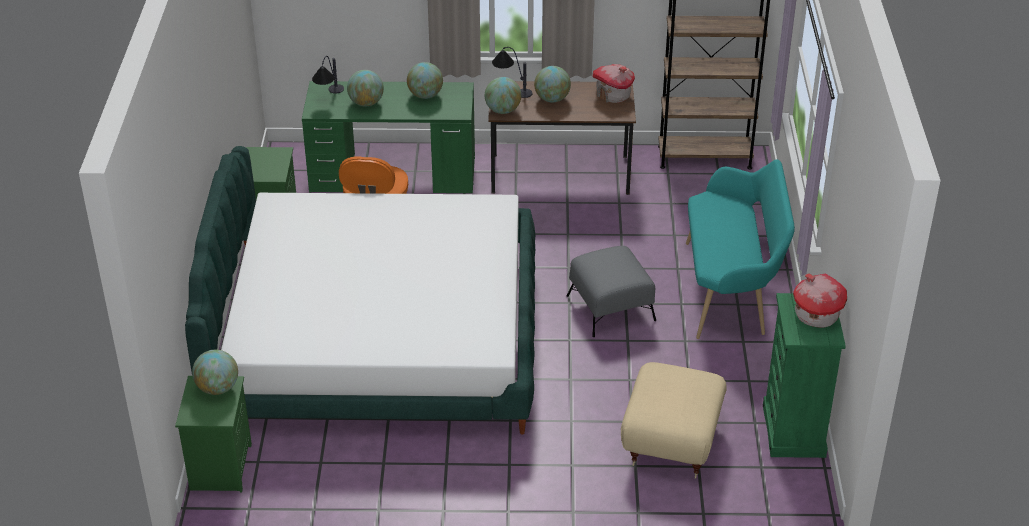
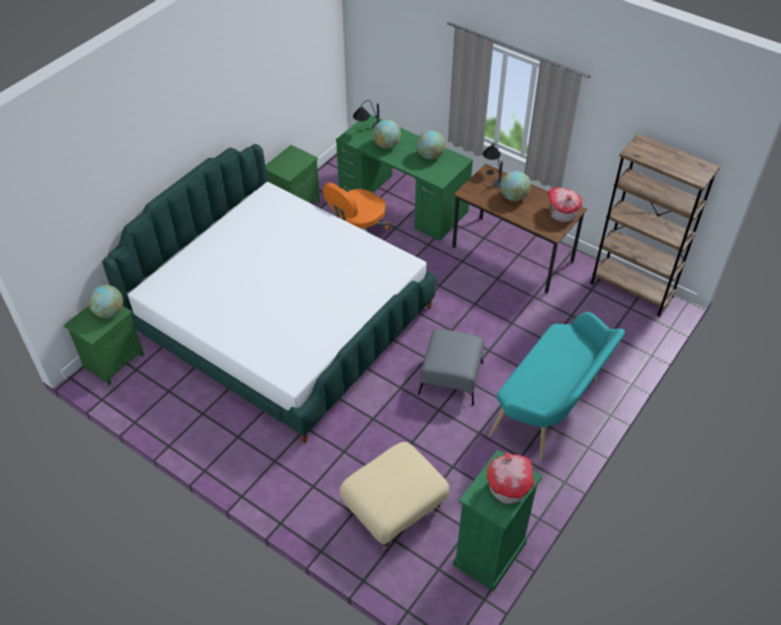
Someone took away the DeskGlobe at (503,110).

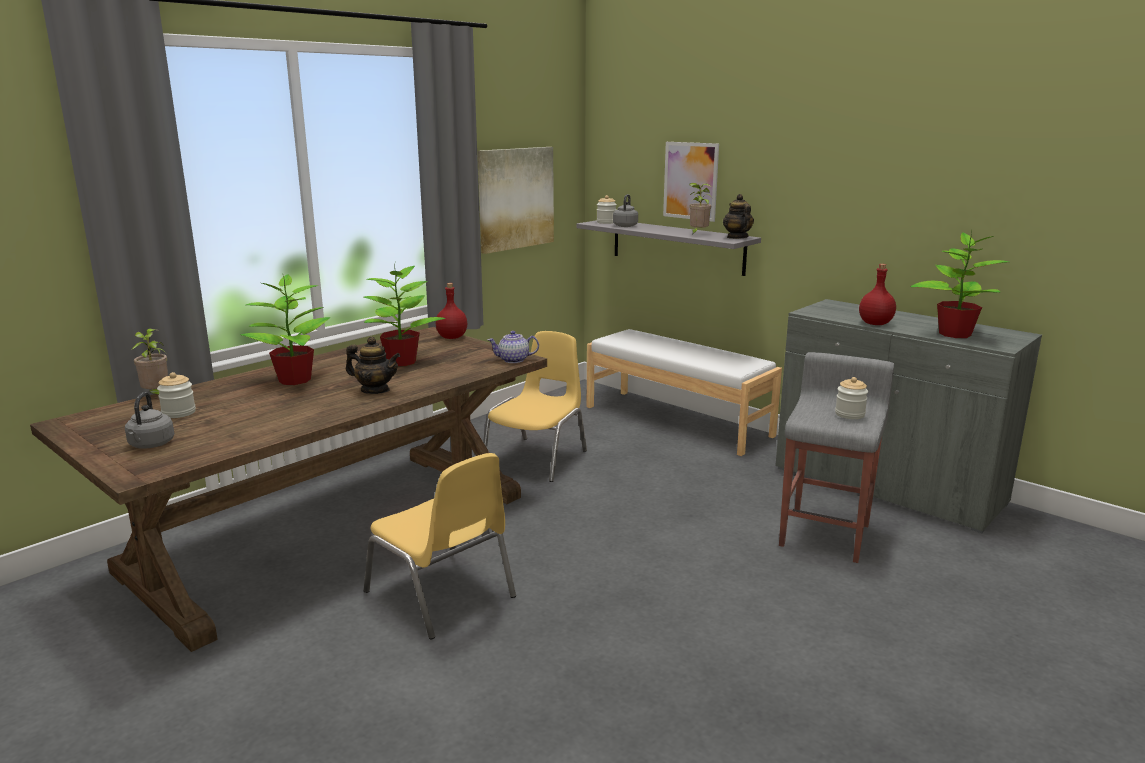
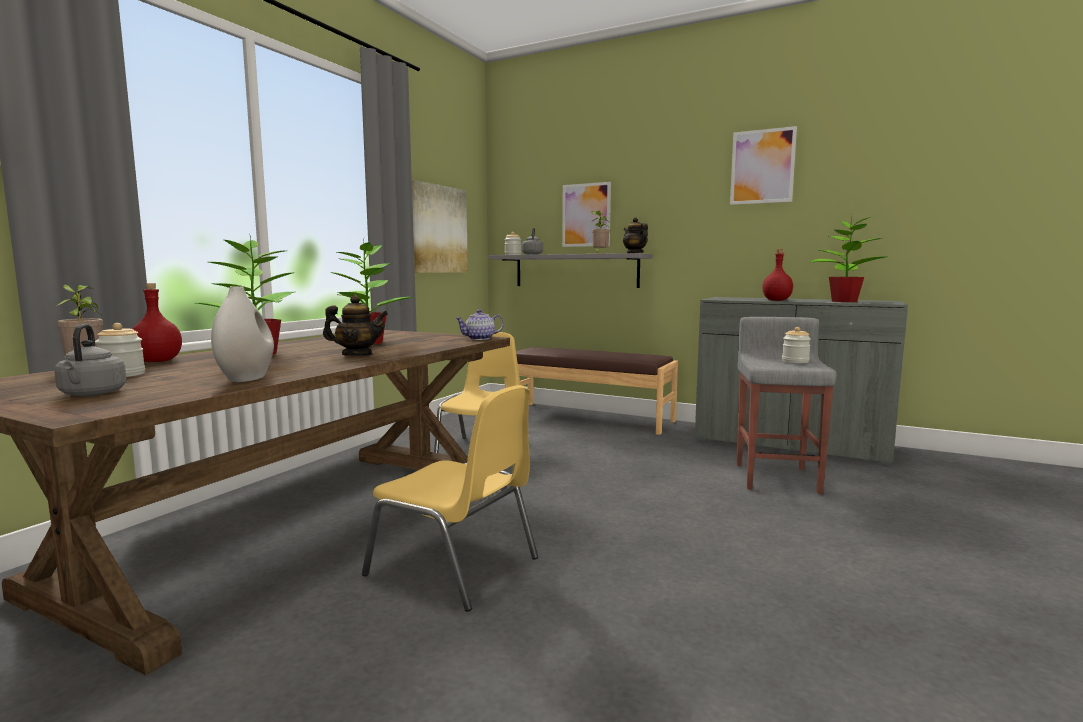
Someone carried the RedColouredBeverageBottle from (452,337) to (159,361).
Someone put down the WhiteDecorativeVase at (246,378).
Someone repainted the WhiteBench at (677,421), which became the BrownishBench at (588,417).
Someone put up the WallPicture at (762,166).

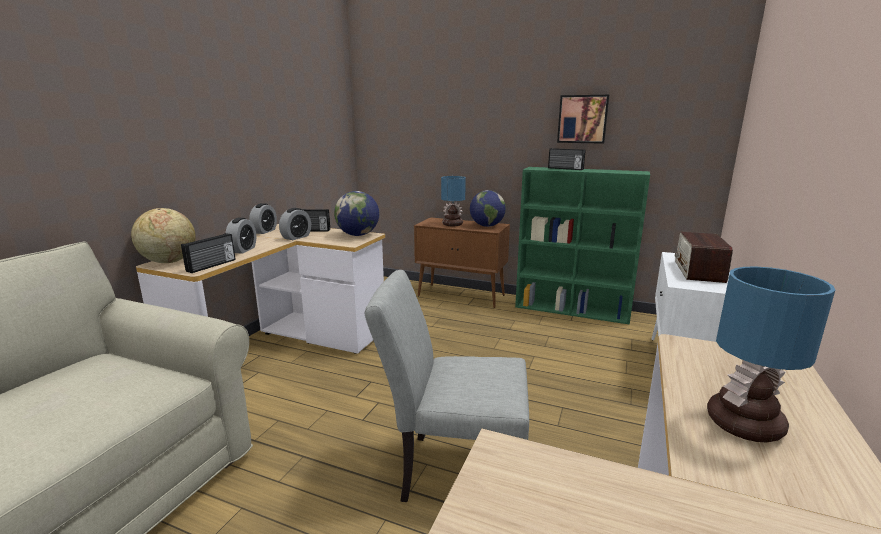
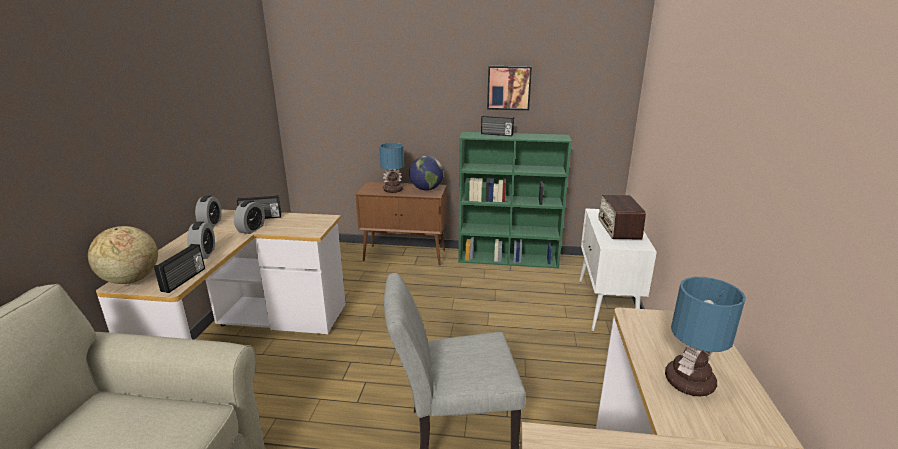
Someone took away the DeskGlobe at (358,235).

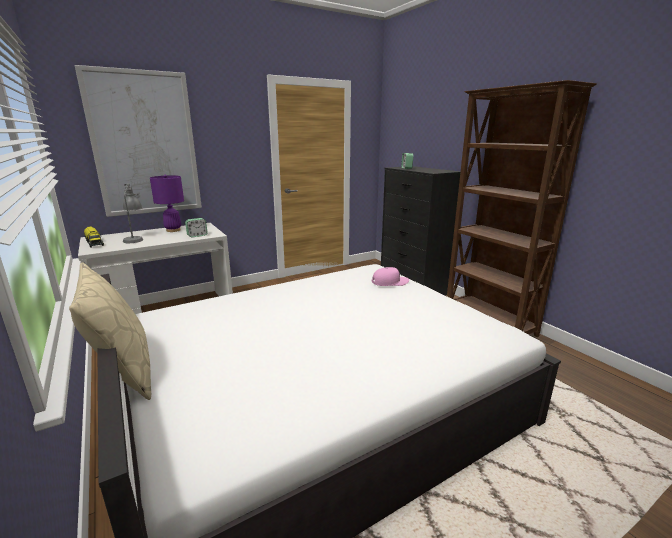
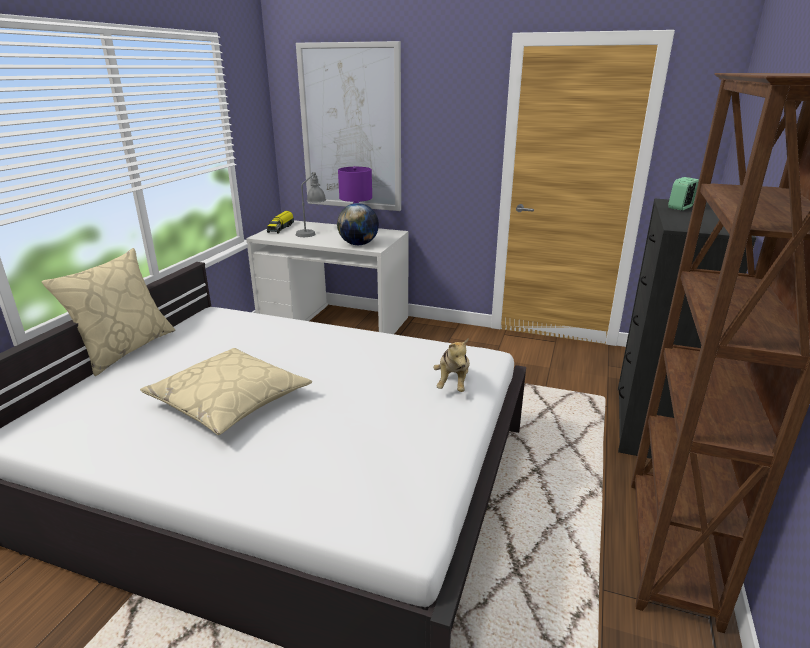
Someone put down the BeigeThrowPillow at (230,401).
Someone swapped the BedsideClock at (197,235) for the DeskGlobe at (358,244).
Someone swapped the PinkColouredCap at (390,282) for the PlushToy at (453,383).

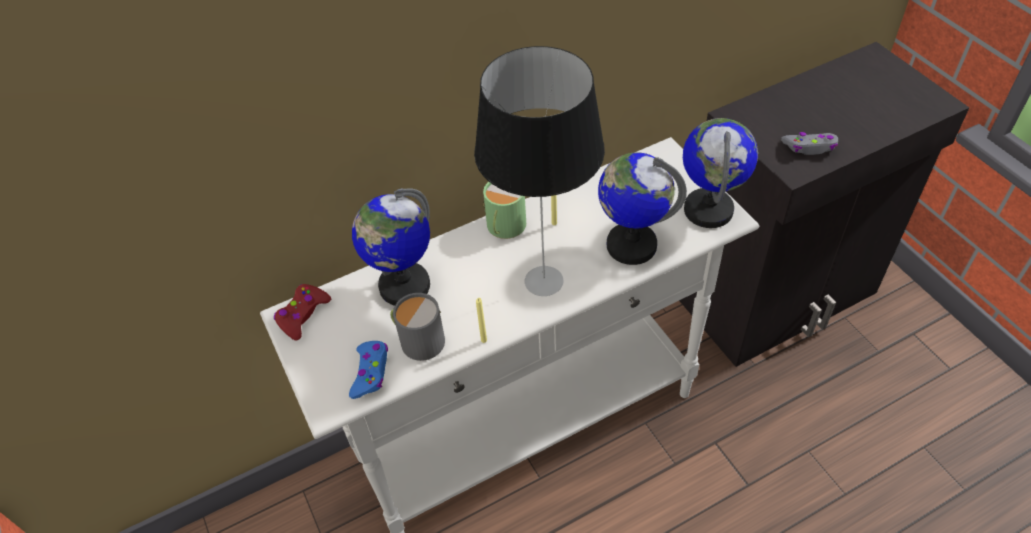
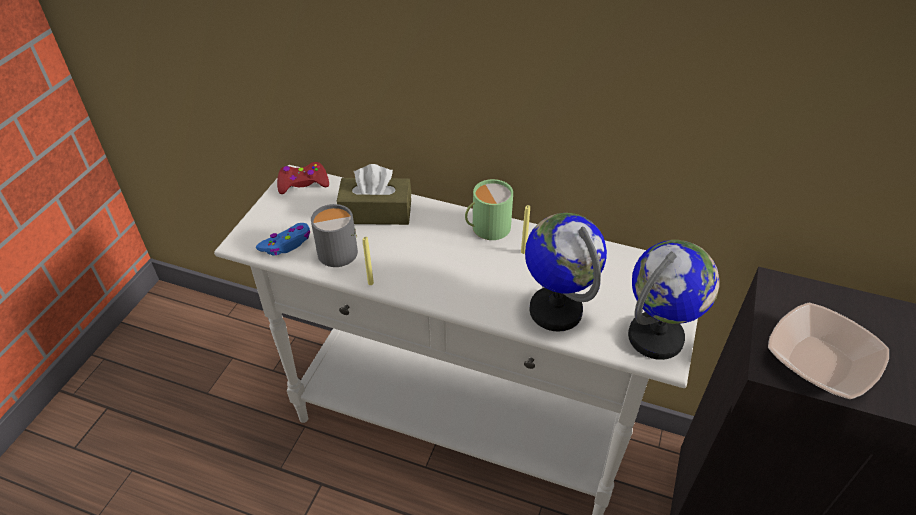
Someone swapped the DeskGlobe at (403,286) for the BrownishBoxOfTissues at (376,212).
Someone swapped the GreyishJoypad at (810,147) for the ServingBowl at (819,362).
Someone took away the TabletopLamp at (545,281).

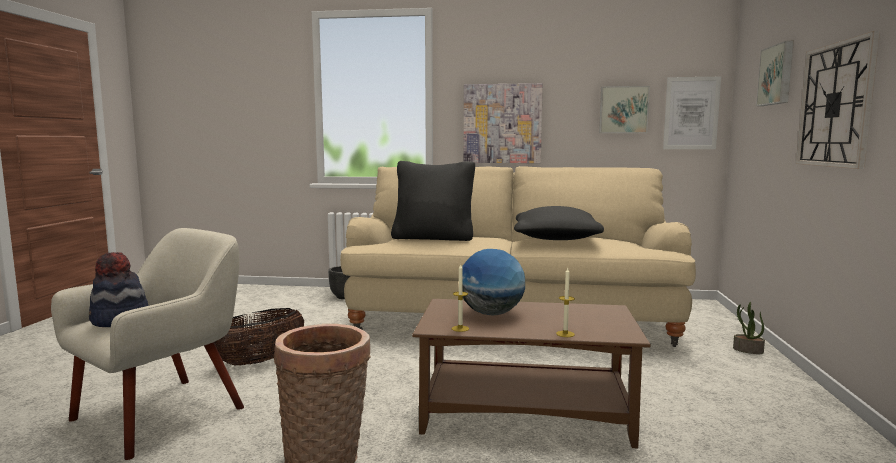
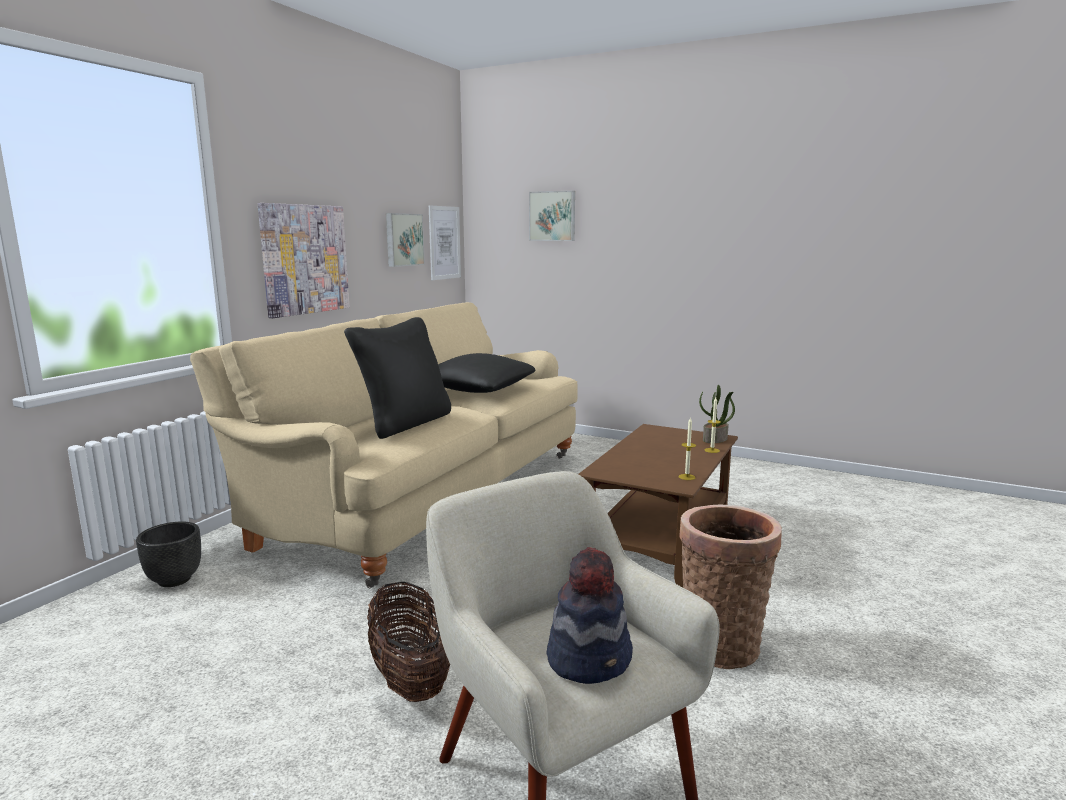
Someone carried the PottedPlant from (747,350) to (715,440).
Someone took away the DeskGlobe at (491,314).
Someone took away the ClockOnTheWall at (835,105).

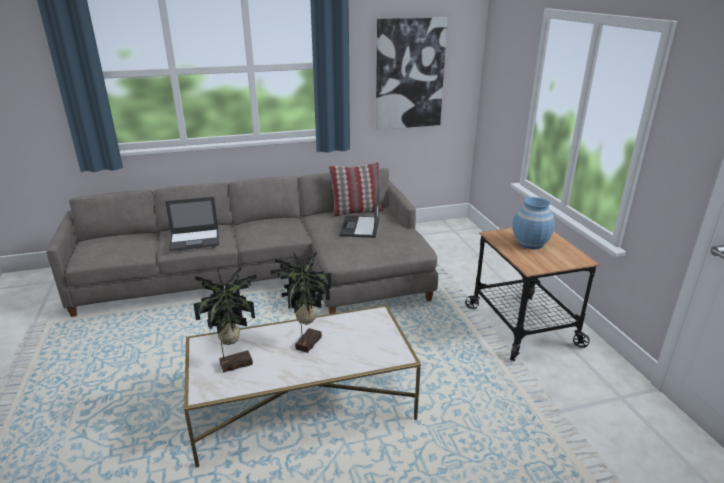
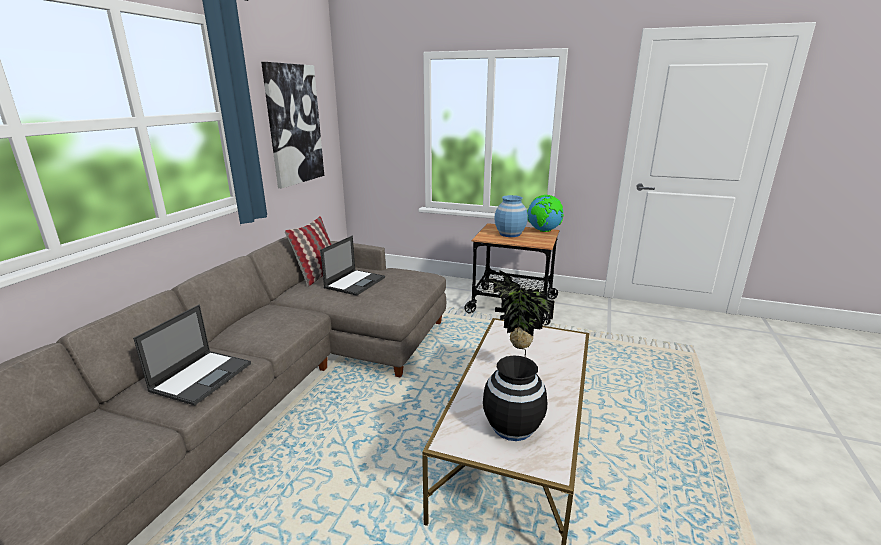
Someone rotated the Laptop at (360,227) by 105 degrees counterclockwise.
Someone swapped the PottedPlant at (235,363) for the BlackishDecorativeVase at (513,427).
Someone put down the DeskGlobe at (543,231).

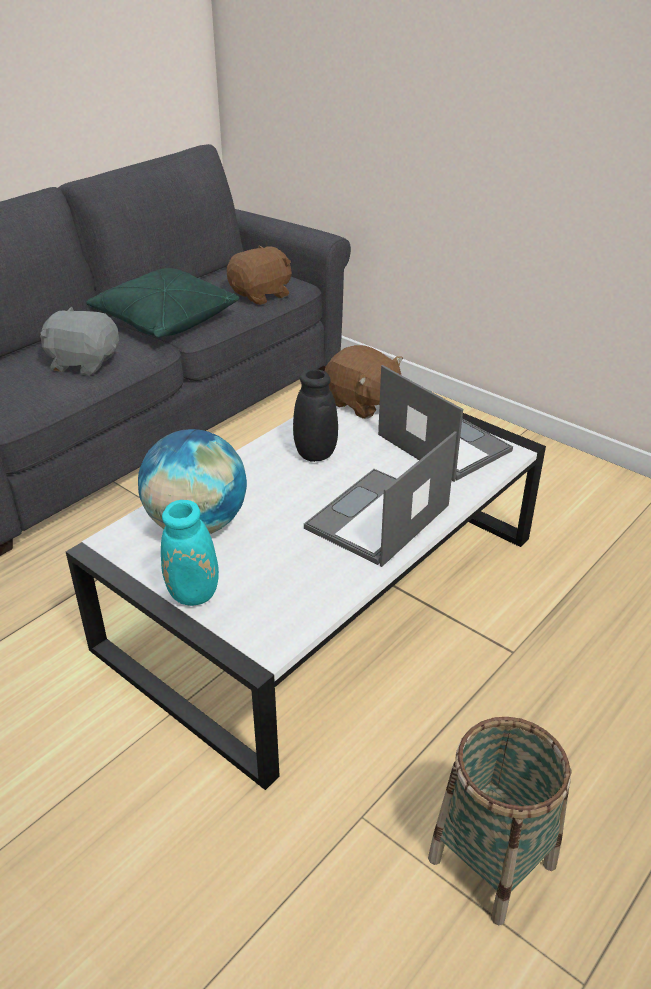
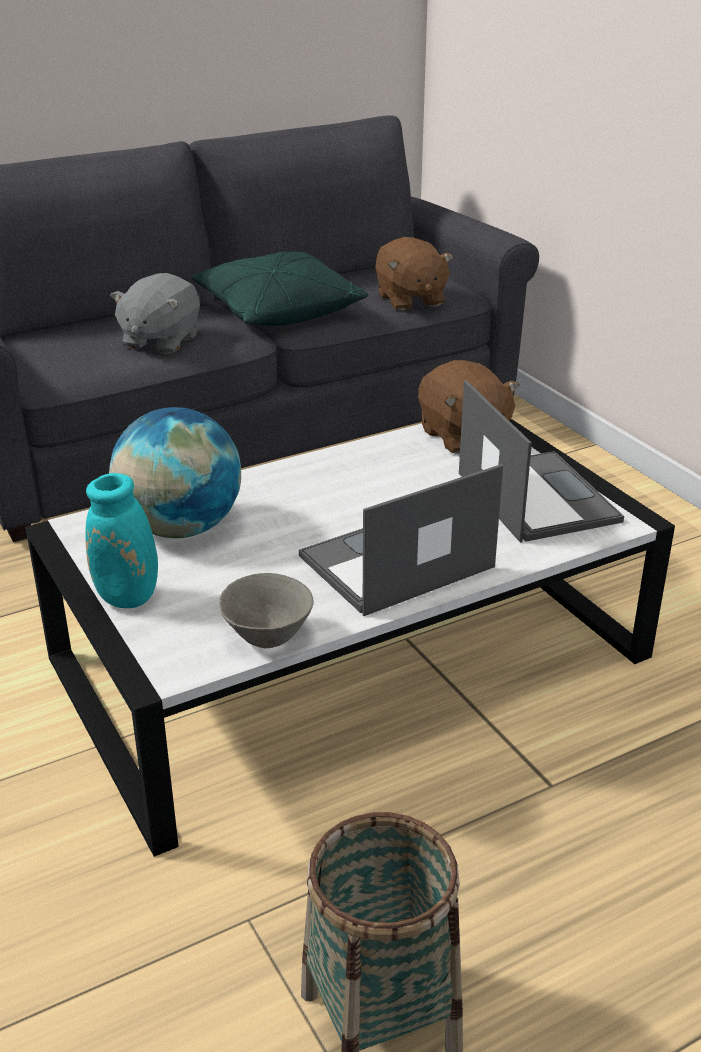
Someone rotated the GreyishPlushToy at (84,363) by 105 degrees counterclockwise.
Someone put down the GreyishServingBowl at (268,639).
Someone rotated the BrownishPlushToy at (261,295) by 90 degrees clockwise.
Someone took away the BlackishDecorativeVase at (314,457).

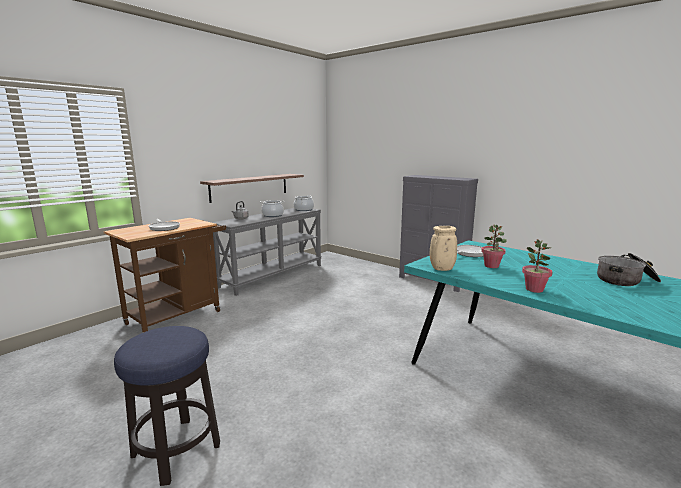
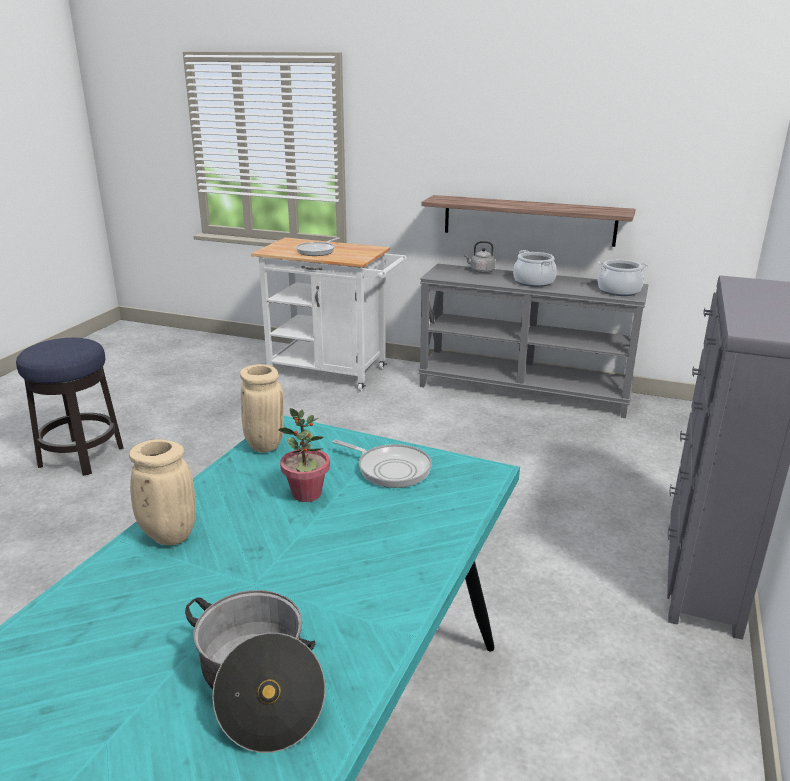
Someone swapped the PottedPlant at (534,289) for the BeigeDecorativeVase at (167,536).
Someone repainted the BrownishCart at (179,315), which became the WhiteCart at (334,373).

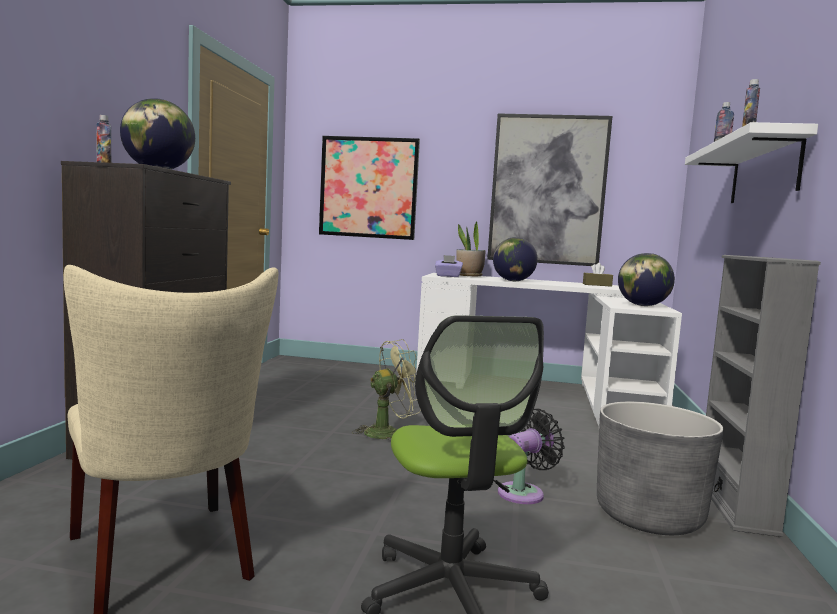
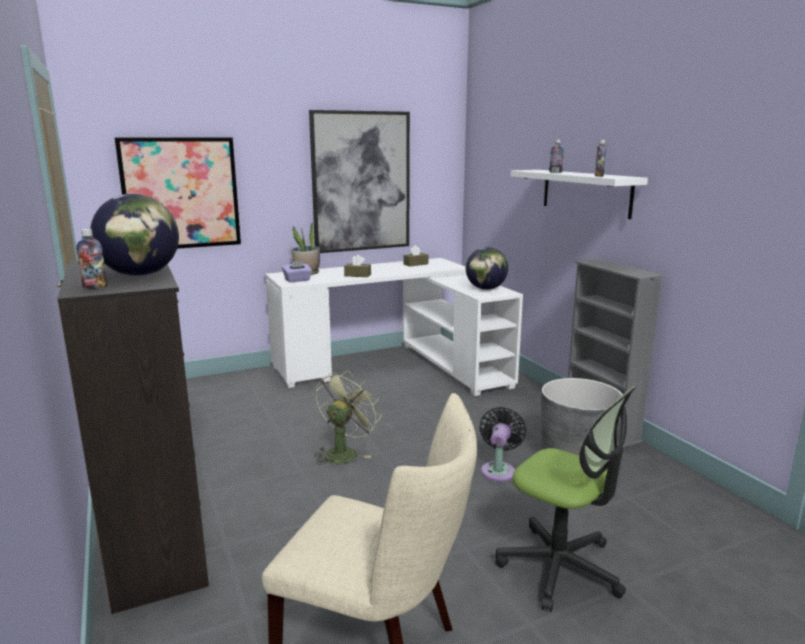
Someone swapped the DeskGlobe at (513,281) for the BrownishBoxOfTissues at (357,275).

